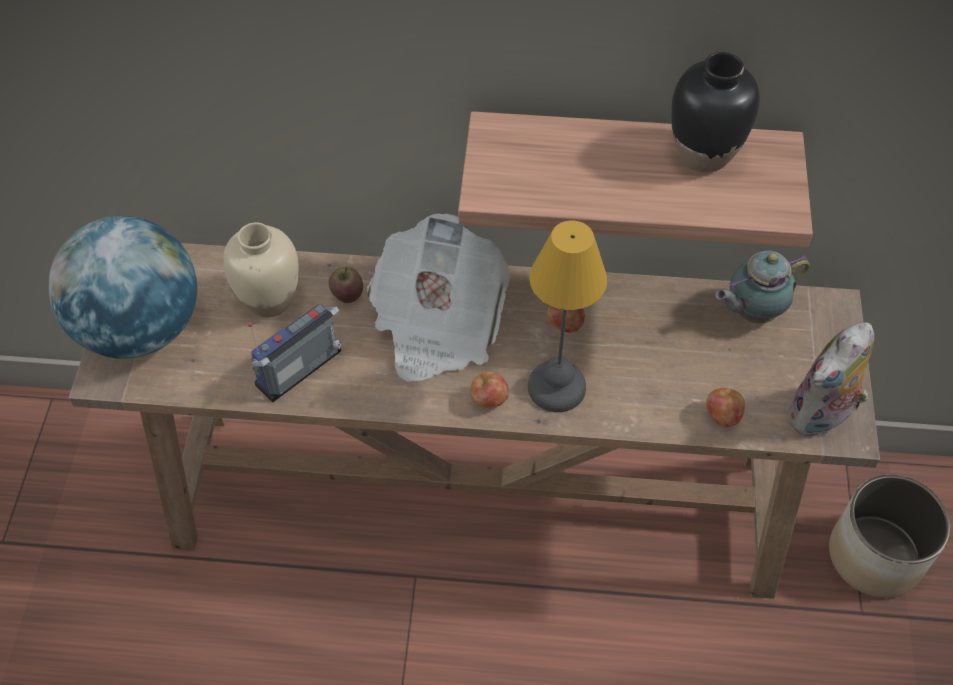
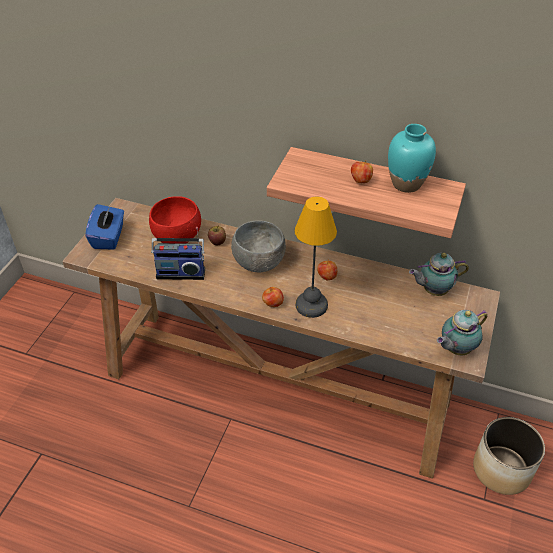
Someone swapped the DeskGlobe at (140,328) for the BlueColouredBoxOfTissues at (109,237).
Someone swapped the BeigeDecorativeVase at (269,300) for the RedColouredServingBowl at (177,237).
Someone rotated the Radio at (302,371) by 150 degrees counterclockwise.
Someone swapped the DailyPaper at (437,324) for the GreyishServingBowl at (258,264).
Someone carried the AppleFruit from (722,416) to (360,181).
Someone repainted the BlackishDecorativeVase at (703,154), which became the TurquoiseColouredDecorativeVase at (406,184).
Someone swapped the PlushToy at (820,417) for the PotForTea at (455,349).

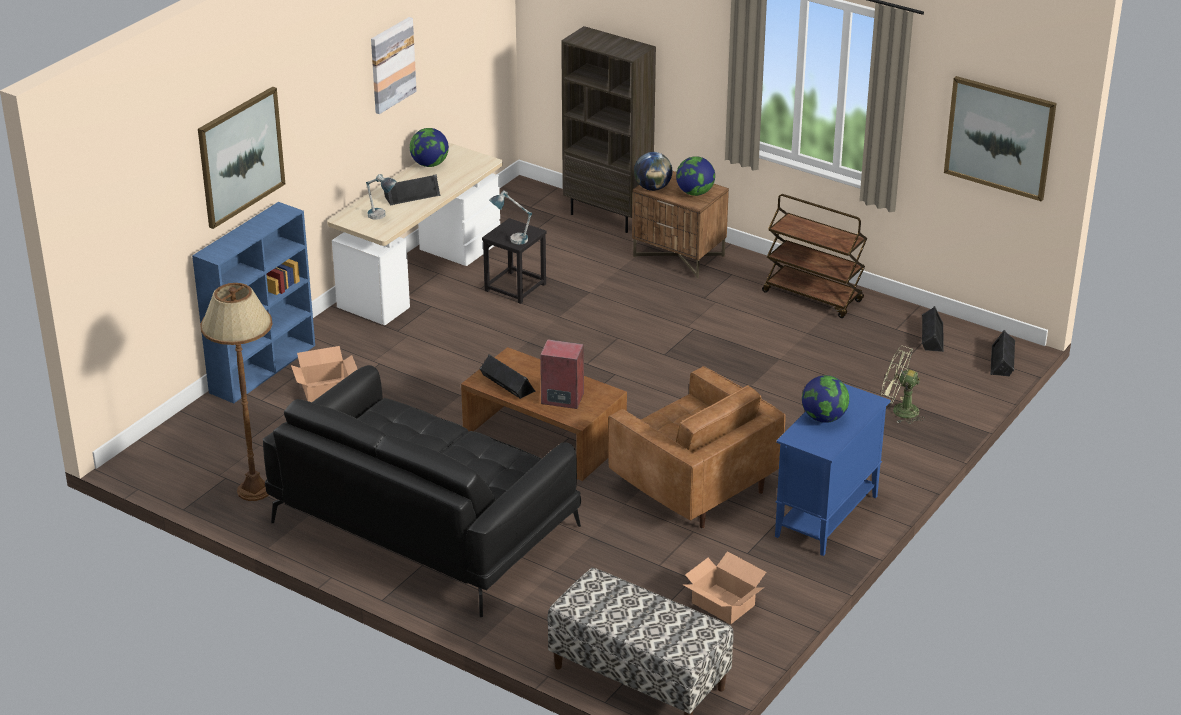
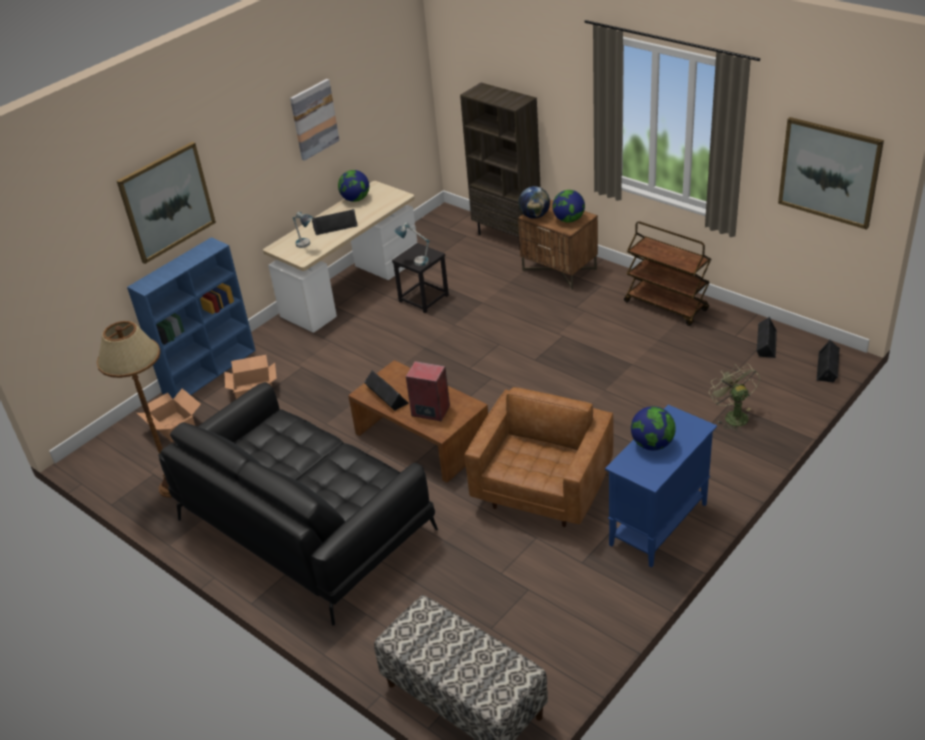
Someone carried the PackingBox from (723,604) to (174,427).
Someone rotated the BrownishArmchair at (694,486) by 120 degrees counterclockwise.
Someone rotated the GreenishElectricFan at (899,410) by 45 degrees clockwise.

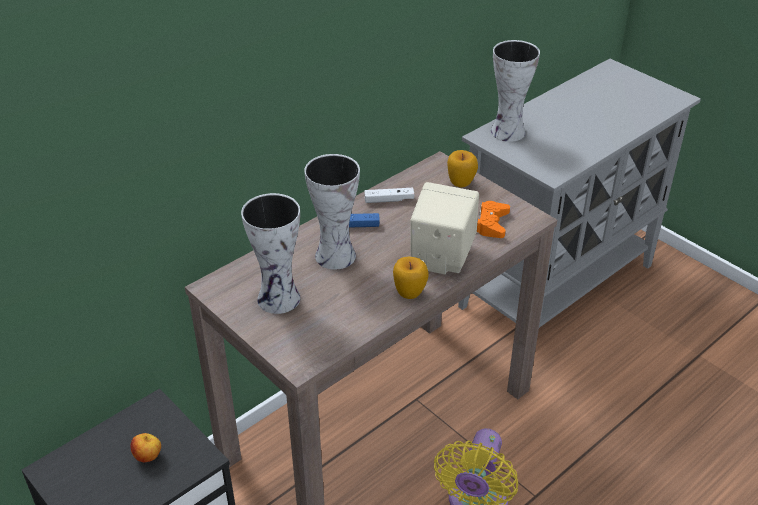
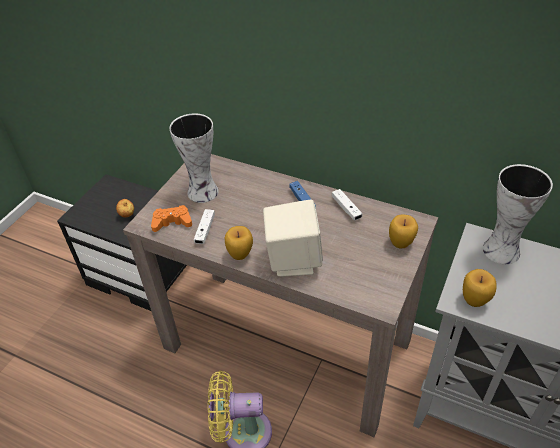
Someone carried the OrangeColouredJoypad from (492,224) to (172,222).
Someone put down the WhiteJoypad at (205,230).
Someone put down the AppleFruit at (474,300).
Someone took away the DecorativeVase at (333,255).

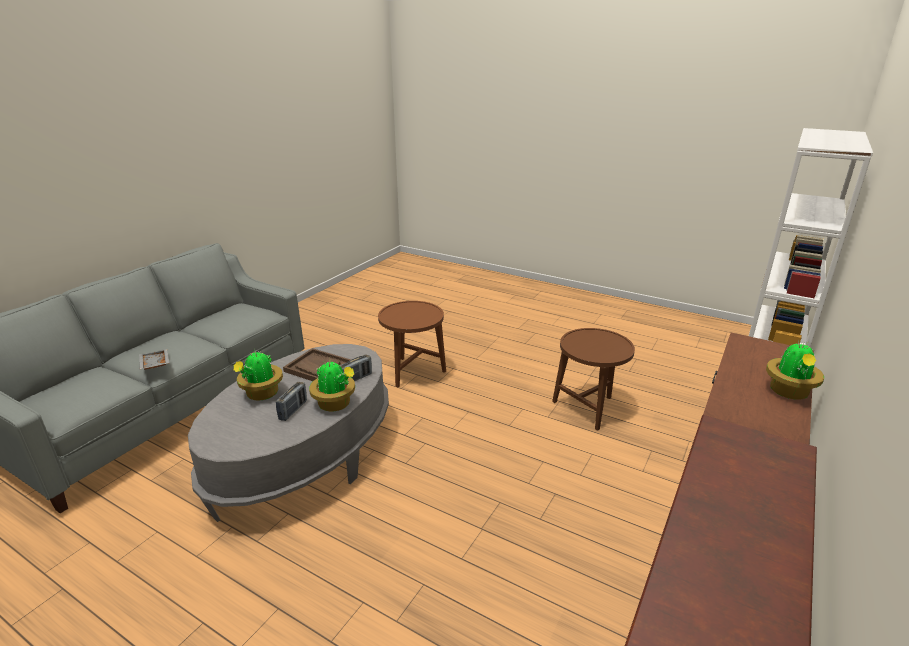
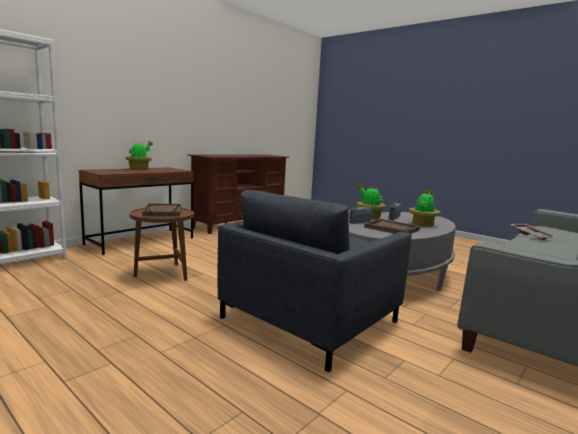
Someone put down the BrownishTray at (163,211).
Someone swapped the BrownishEndTable at (413,373) for the GreyishArmchair at (309,319).

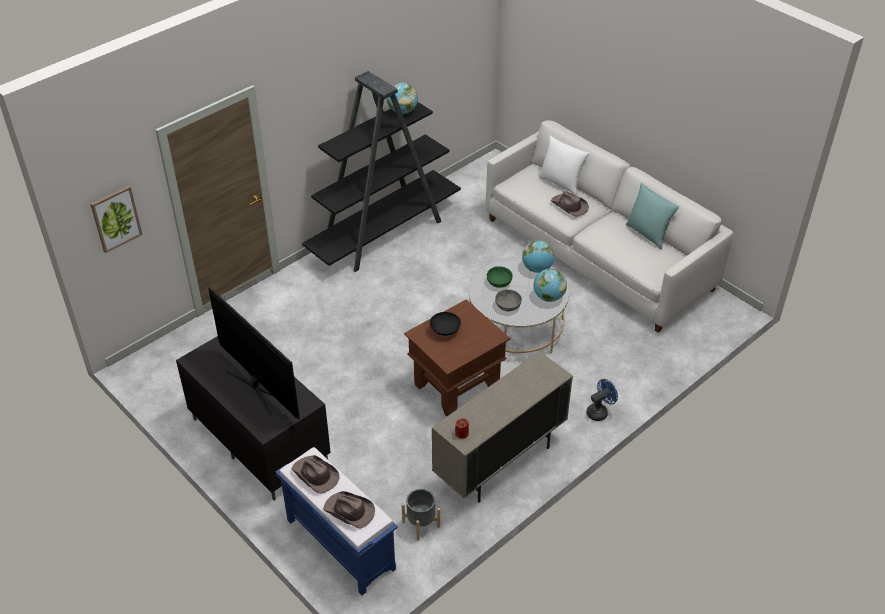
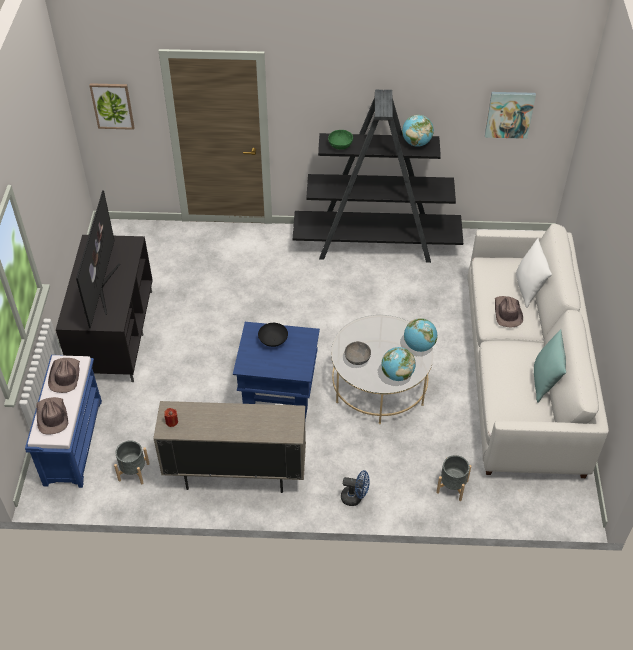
Someone repainted the BrownishEndTable at (456,387), which became the BlueColouredEndTable at (278,395).
Someone carried the GreenishServingBowl from (499,282) to (340,145).
Someone put down the GreyishPlantPot at (452,486).
Someone put up the WallPicture at (509,114).

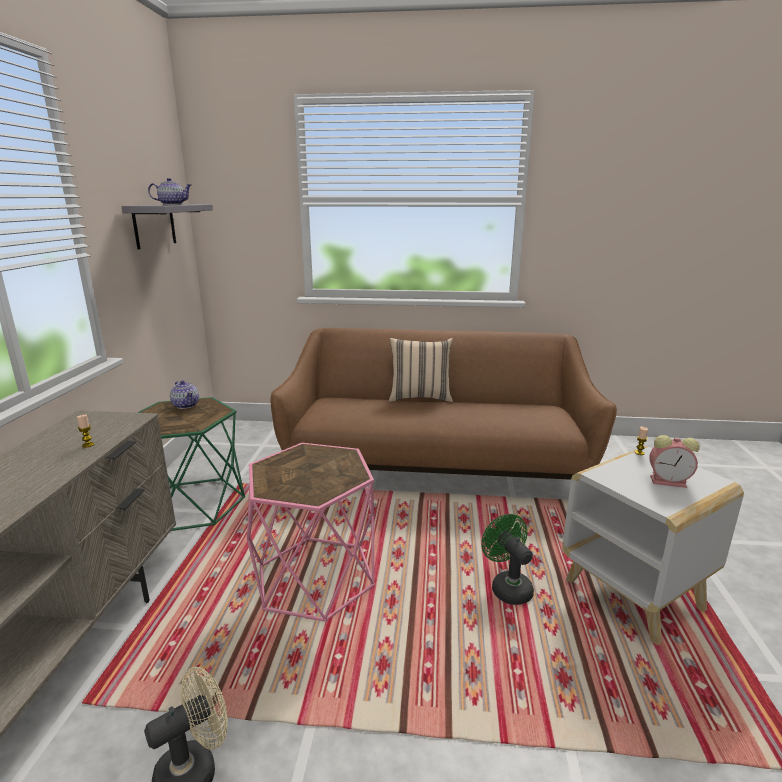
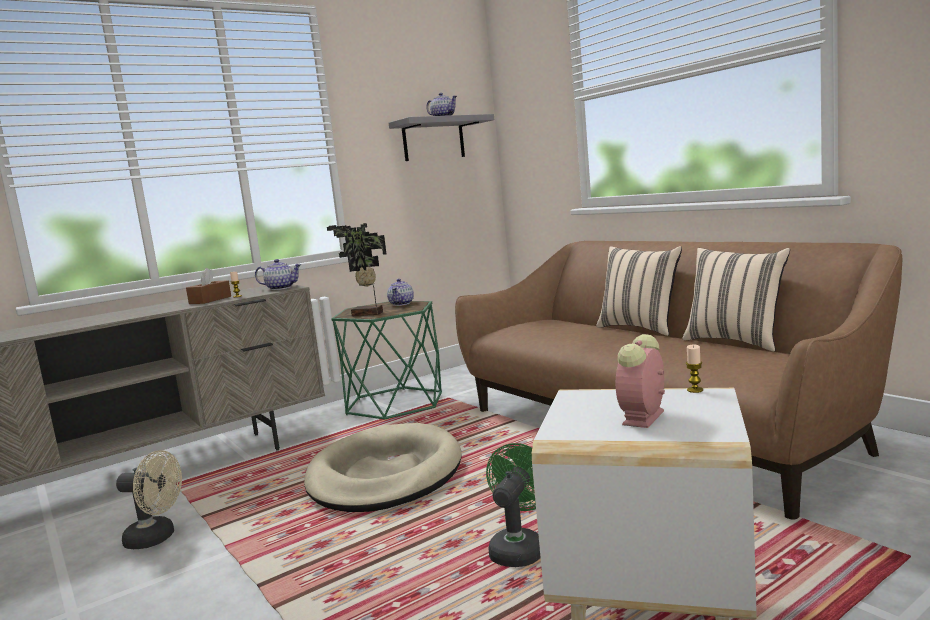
Someone put down the BrownishBoxOfTissues at (210,300).
Someone put down the PotForTea at (280,288).
Someone swapped the PinkColouredEndTable at (315,577) for the BeigePetBed at (385,474).
Someone put down the PottedPlant at (367,314).
Someone rotated the BedsideClock at (669,481) by 60 degrees clockwise.
Someone put down the BeigeThrowPillow at (736,341).

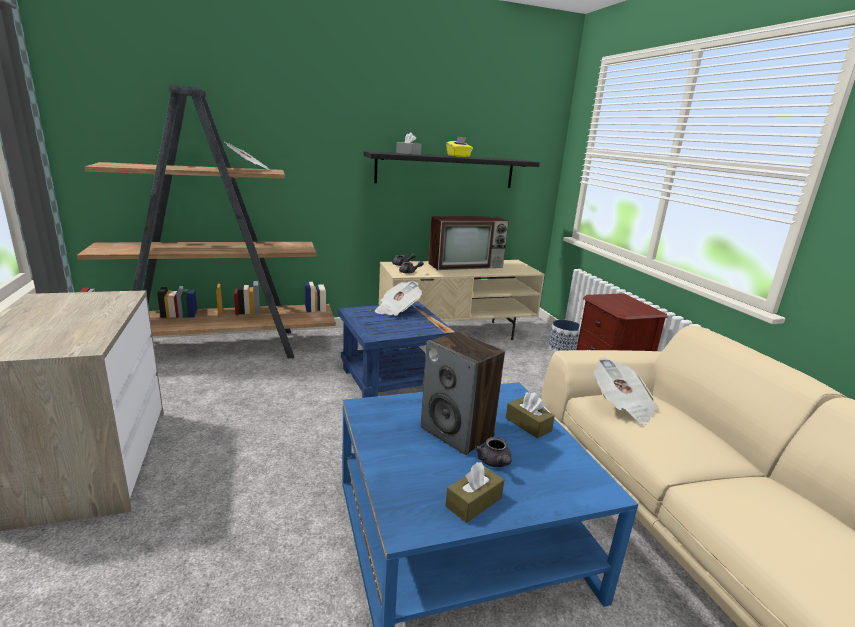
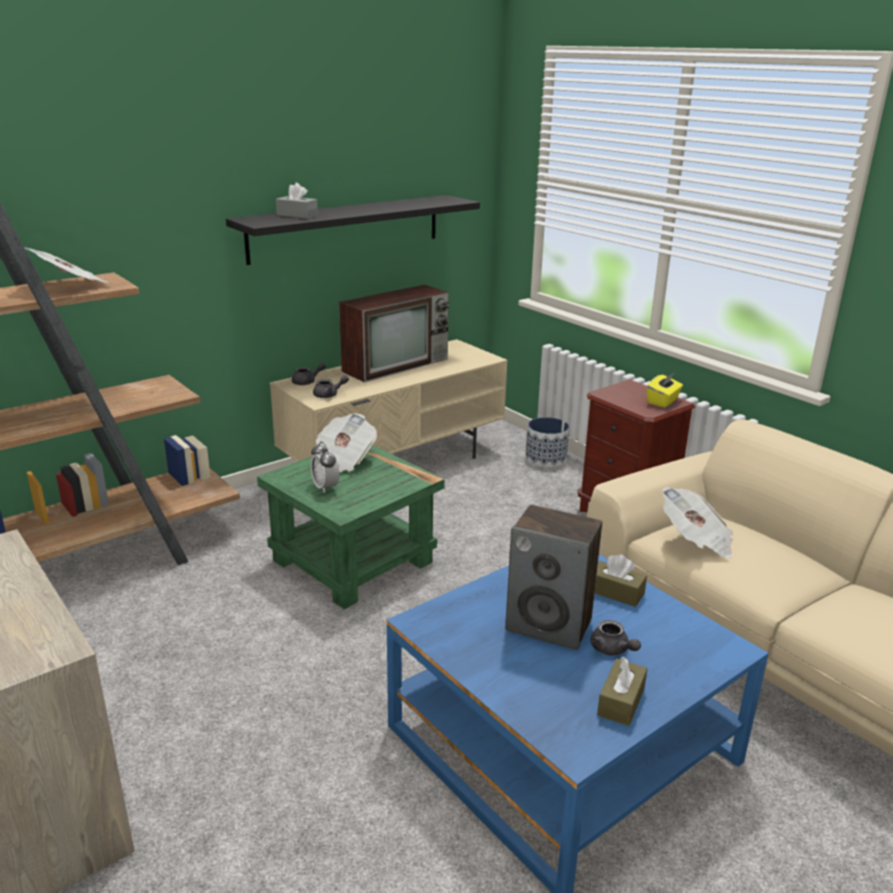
Someone repainted the BlueColouredEndTable at (393,380), which became the GreenishEndTable at (355,561).
Someone put down the BedsideClock at (325,487).
Someone carried the YellowishBoxOfTissues from (458,156) to (663,401).

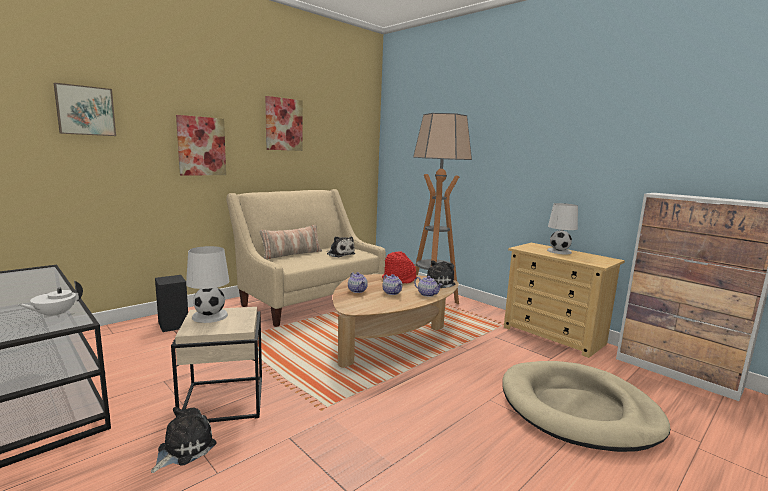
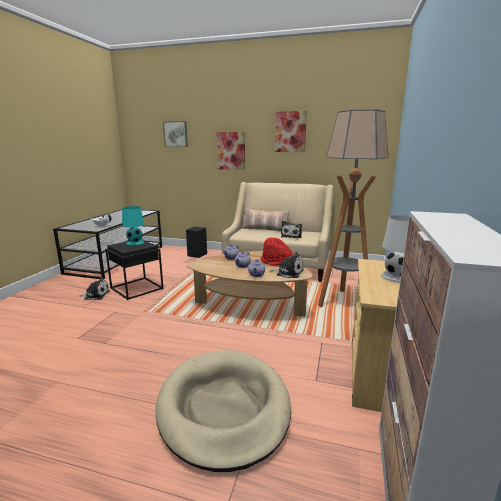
Someone repainted the BeigeEndTable at (222,400), which became the BlackishEndTable at (137,288).
Someone repainted the WhiteTabletopLamp at (209,316), which became the TurquoiseColouredTabletopLamp at (135,243).

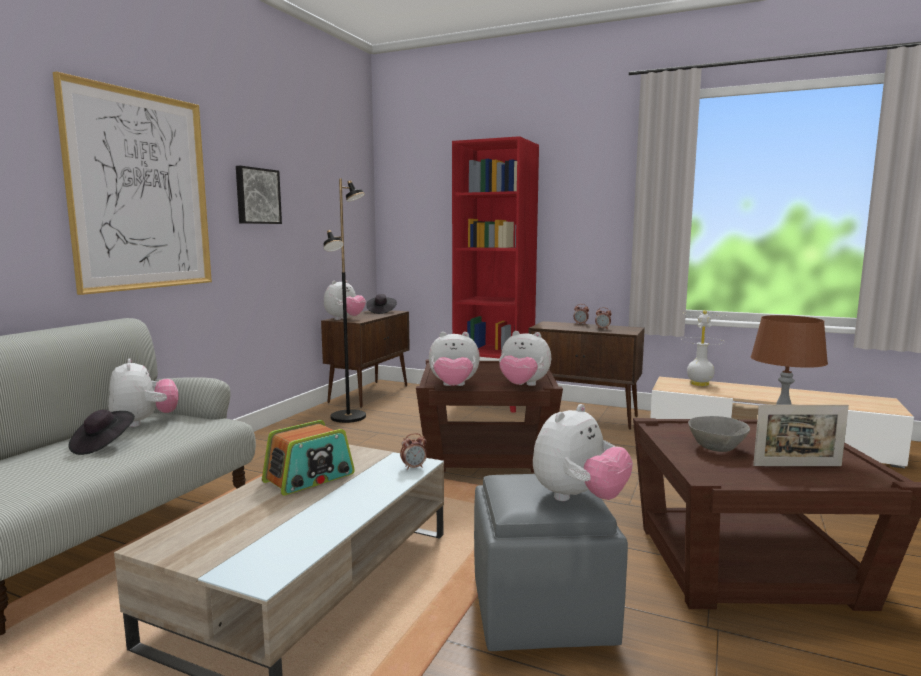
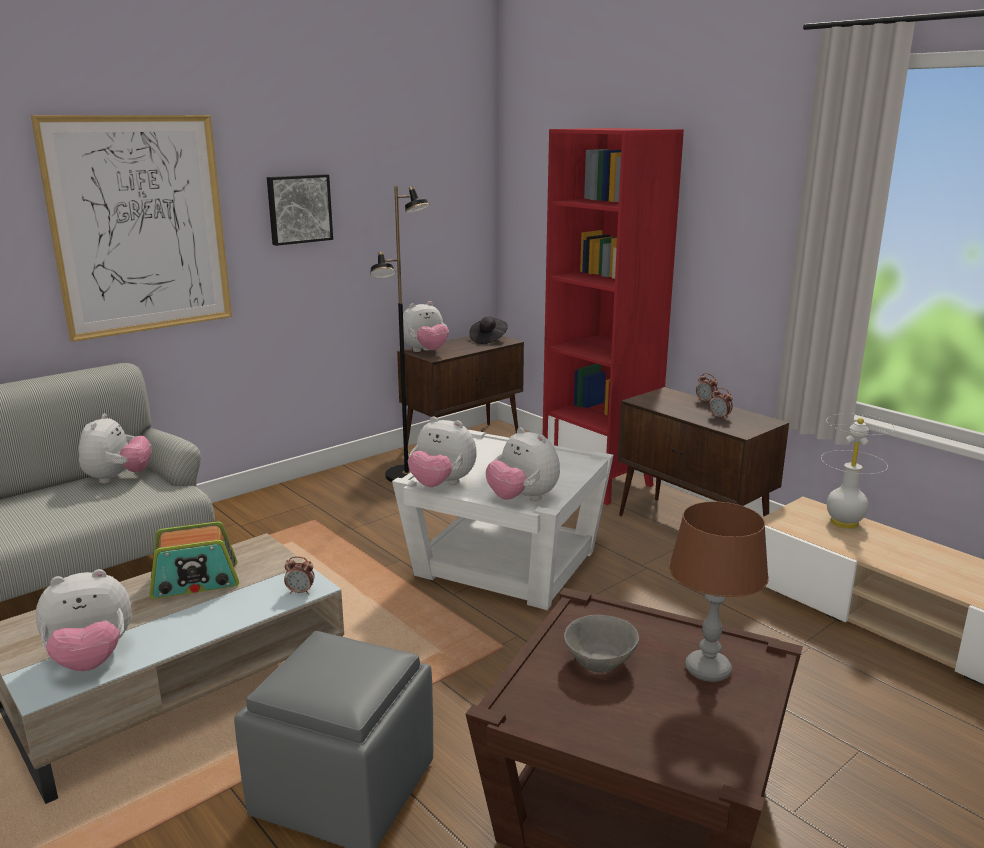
Someone carried the PlushToy from (578,499) to (91,659).
Someone repainted the BrownishEndTable at (486,452), which became the WhiteEndTable at (506,562).
Someone took away the BlackishWearableHat at (103,445).
Someone took away the PhotoFrame at (797,465).

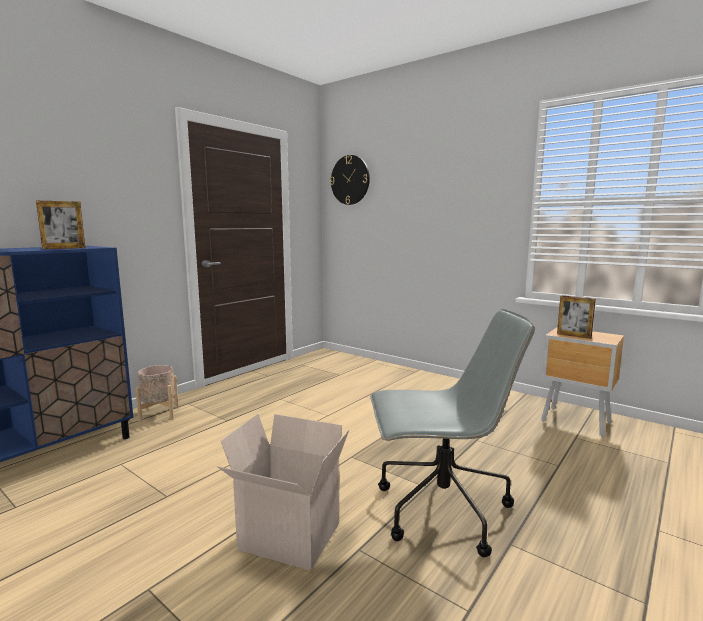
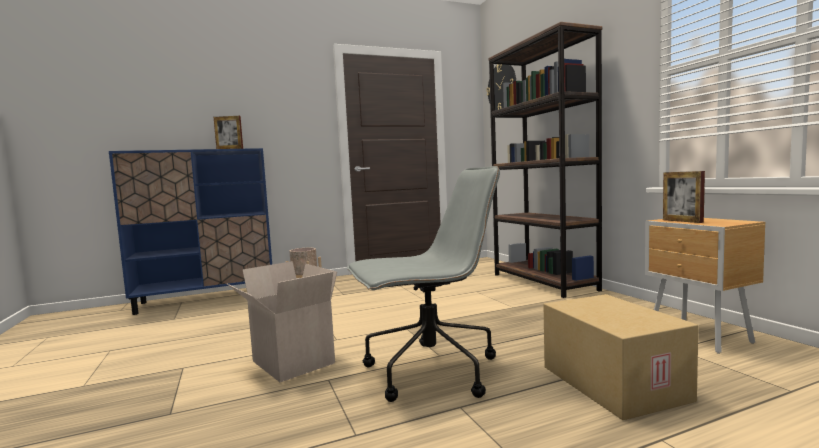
Someone rotated the GreyishOfficeChair at (440,510) by 45 degrees counterclockwise.
Someone put down the BrownishBookcase at (543,282).
Someone put down the PackingBox at (610,383).

